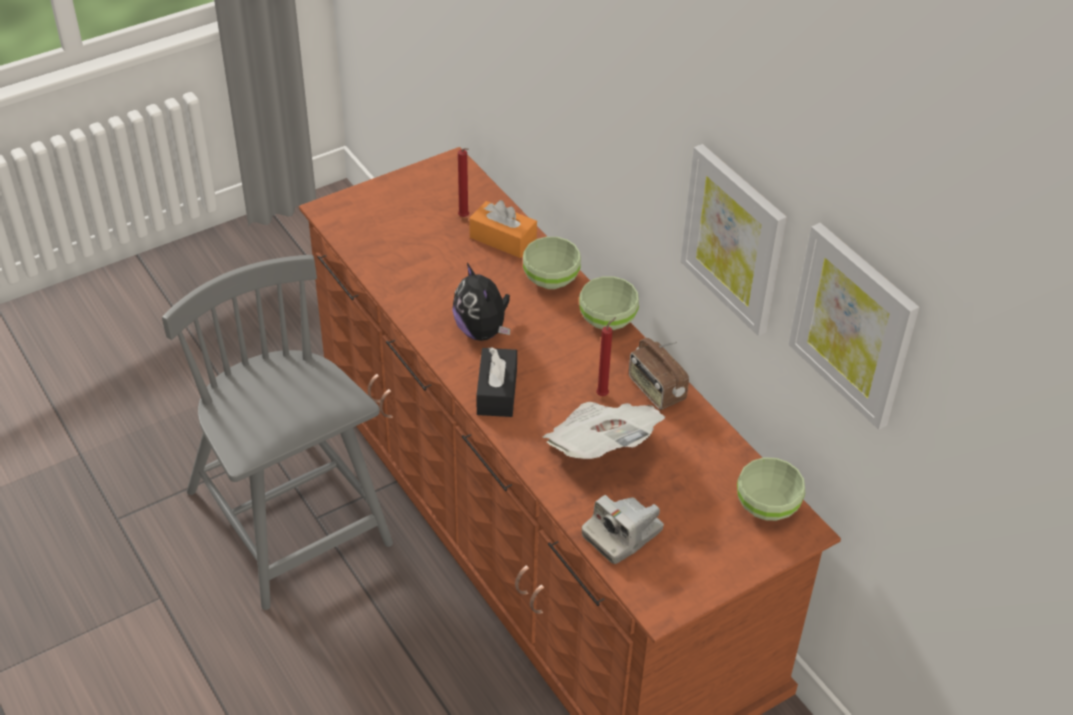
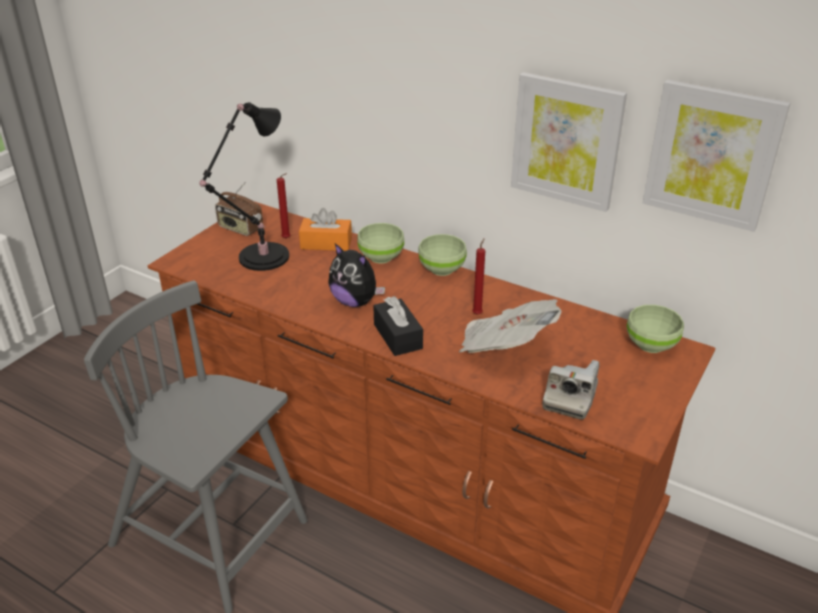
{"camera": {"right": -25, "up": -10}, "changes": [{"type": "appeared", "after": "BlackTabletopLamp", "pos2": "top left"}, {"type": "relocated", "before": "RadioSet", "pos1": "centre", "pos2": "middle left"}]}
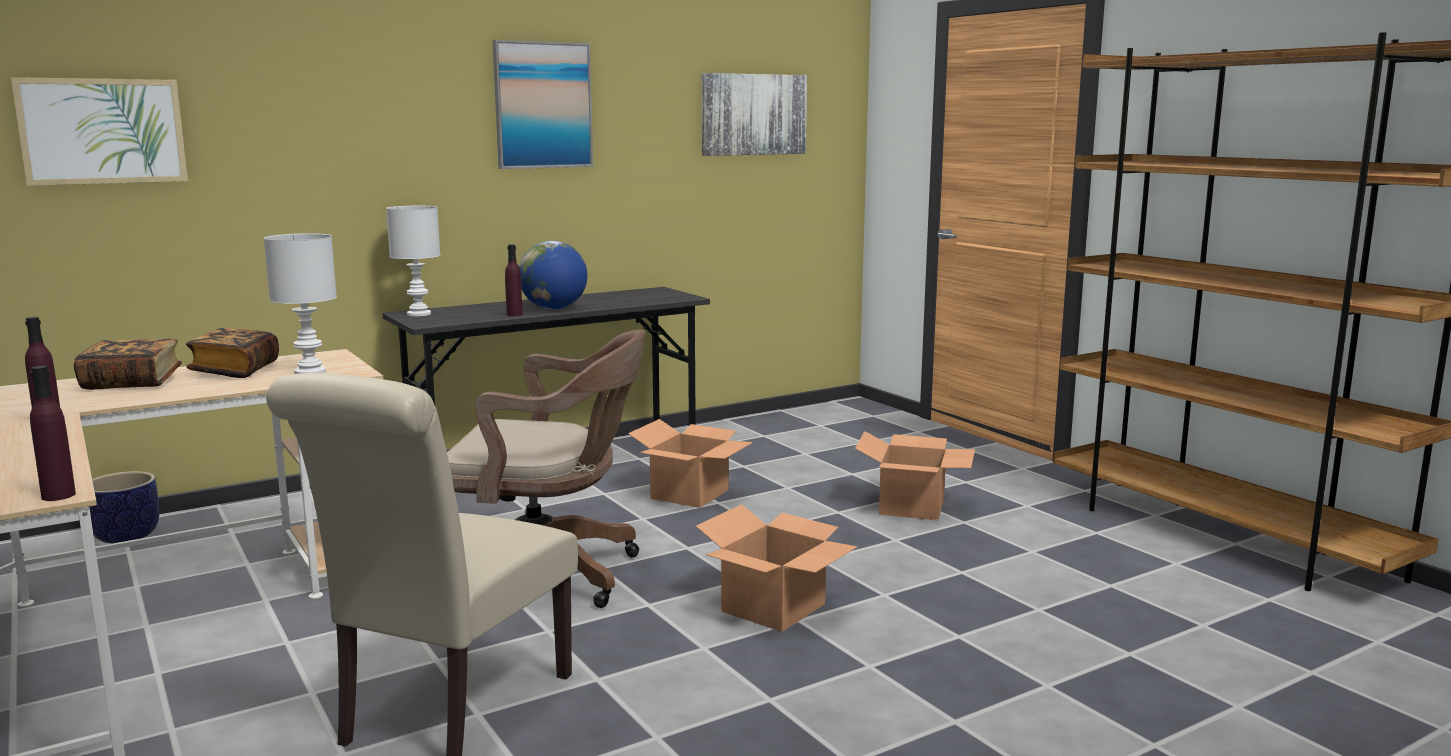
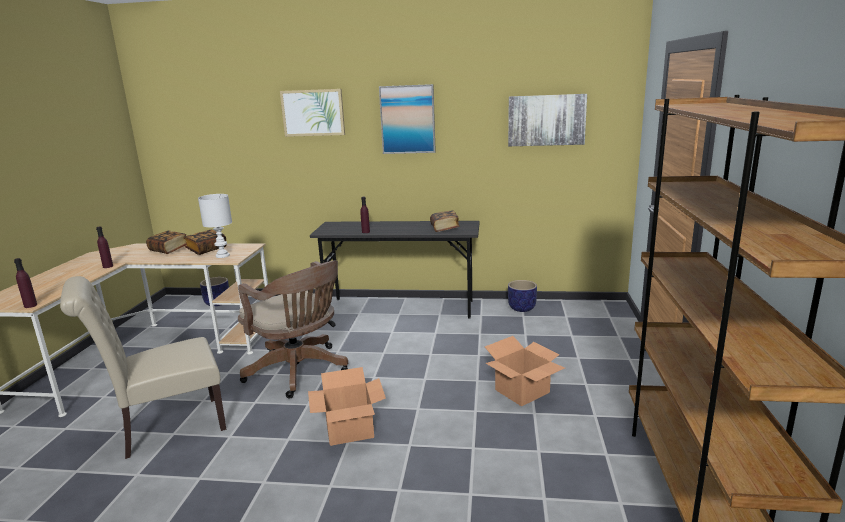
{"camera": {"right": 40, "up": 5}, "changes": [{"type": "relocated", "before": "WallArt (no. 1 from left)", "pos1": "top left", "pos2": "top centre"}, {"type": "appeared", "after": "BoundBook (no. 3 from left)", "pos2": "centre"}, {"type": "appeared", "after": "Planter (no. 2 from left)", "pos2": "centre"}, {"type": "missing", "before": "WhitishTabletopLamp (no. 2 from left)", "pos1": "middle left"}, {"type": "missing", "before": "WorldGlobe", "pos1": "centre"}, {"type": "missing", "before": "PackingBox (no. 1 from left)", "pos1": "centre"}]}
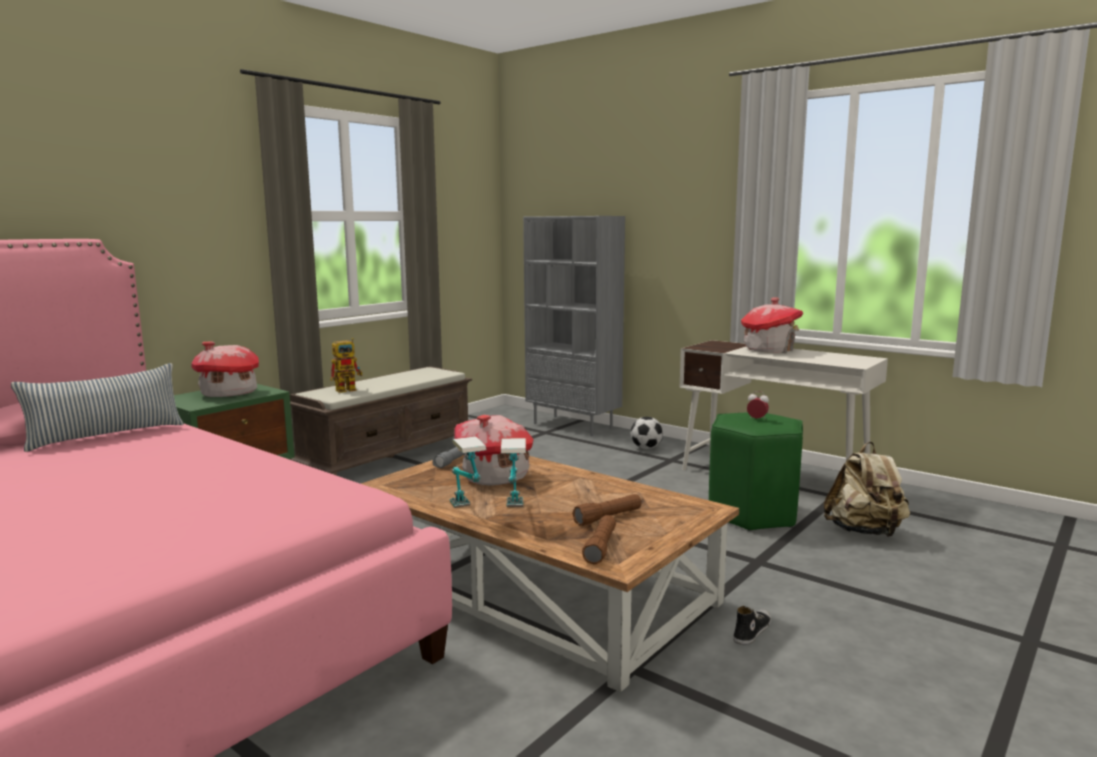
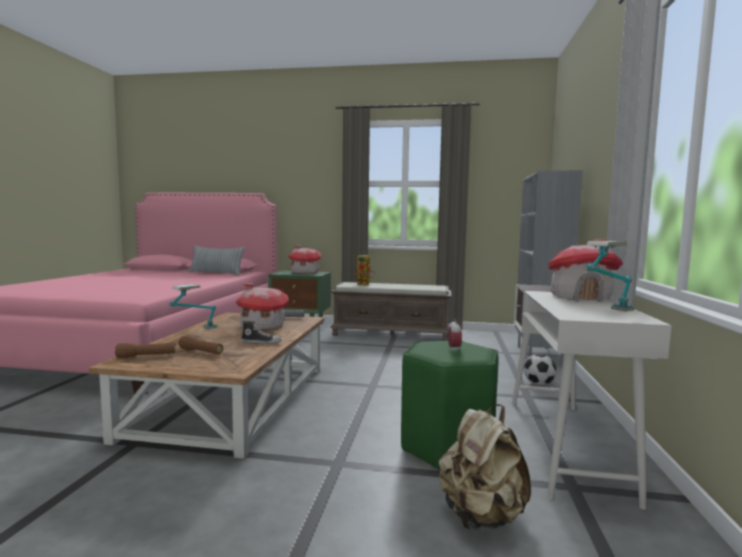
{"camera": {"right": 60, "up": -5}, "changes": [{"type": "relocated", "before": "Shoe", "pos1": "bottom right", "pos2": "centre"}, {"type": "relocated", "before": "TabletopLamp (no. 2 from left)", "pos1": "centre", "pos2": "middle right"}]}
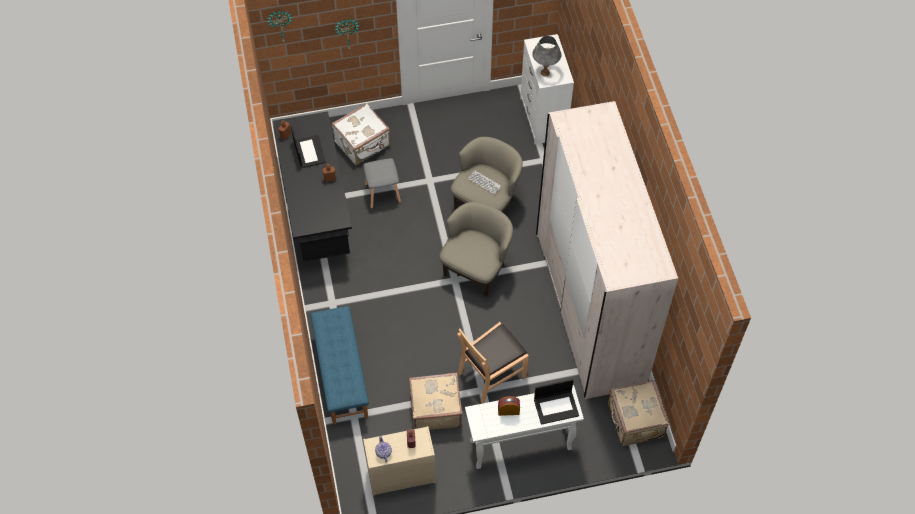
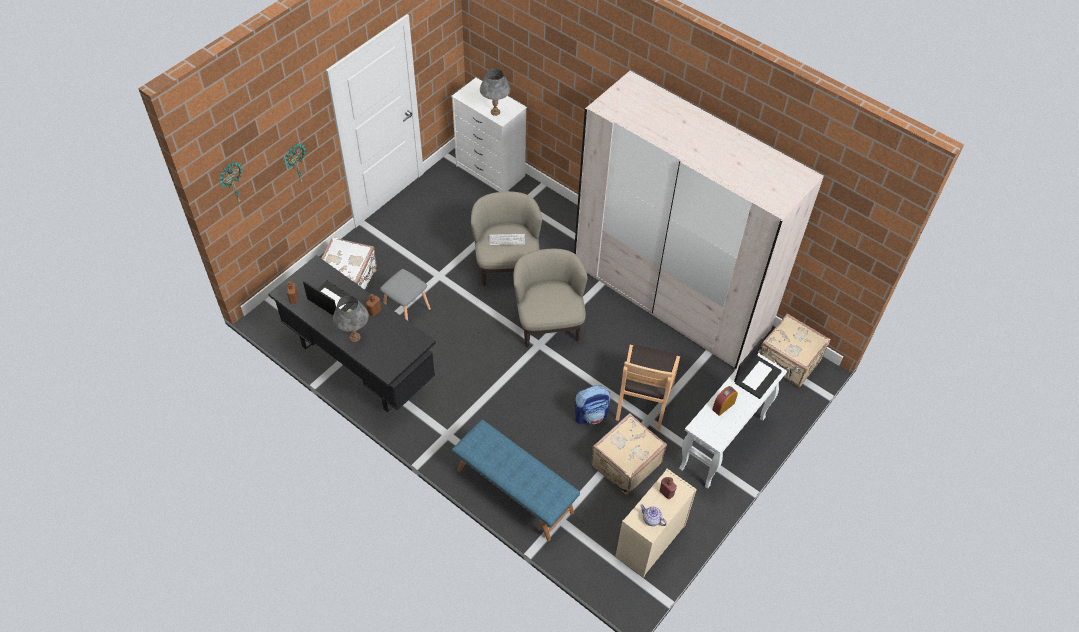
{"camera": {"right": -40, "up": -5}, "changes": [{"type": "appeared", "after": "GreyTabletopLamp (no. 1 from left)", "pos2": "middle left"}, {"type": "appeared", "after": "Backpack", "pos2": "centre"}]}
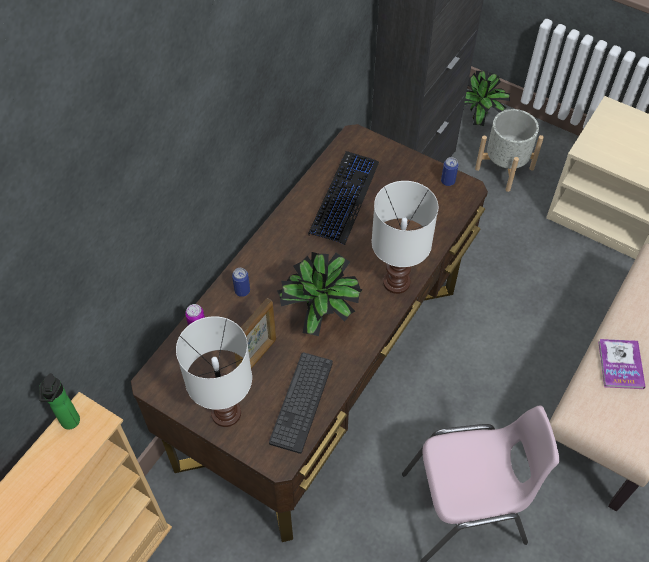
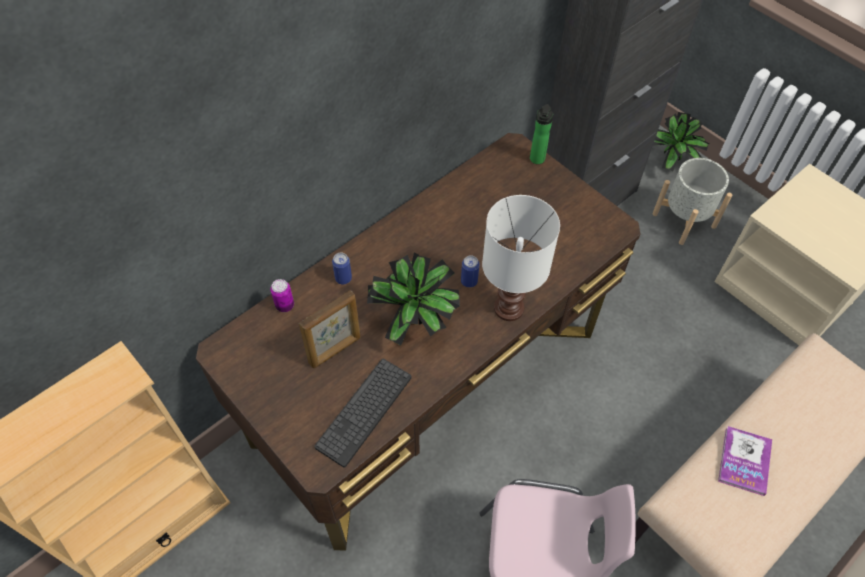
{"camera": {"right": 15, "up": 0}, "changes": [{"type": "relocated", "before": "SealedCan (no. 3 from left)", "pos1": "top right", "pos2": "centre"}, {"type": "relocated", "before": "BeverageBottle", "pos1": "bottom left", "pos2": "top centre"}, {"type": "missing", "before": "WhitishTabletopLamp (no. 1 from left)", "pos1": "middle left"}, {"type": "missing", "before": "ComputerKeyboard (no. 2 from left)", "pos1": "centre"}]}
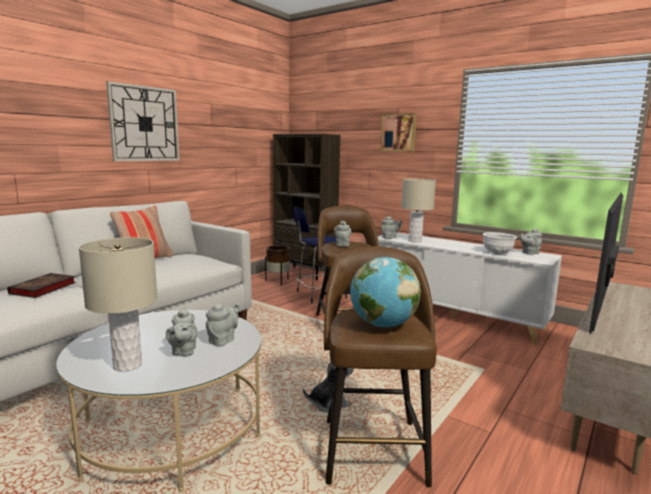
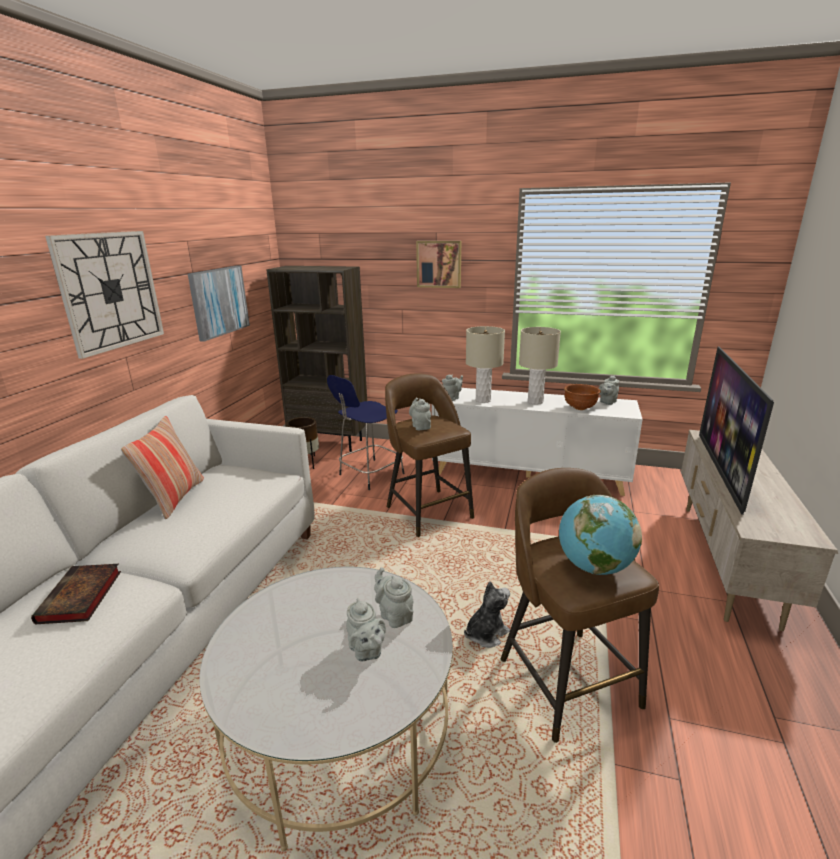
{"camera": {"right": -20, "up": 10}, "changes": [{"type": "appeared", "after": "WallArt (no. 1 from left)", "pos2": "middle left"}, {"type": "spun", "before": "GreyPotForTea (no. 2 from left)", "pos1": "centre", "pos2": "bottom centre", "turn": -45}, {"type": "relocated", "before": "SandColouredTabletopLamp (no. 1 from left in the first image)", "after": "SandColouredTabletopLamp (no. 2 from left)", "pos1": "middle left", "pos2": "centre"}, {"type": "colour", "before": "WhitishServingBowl", "after": "BrownishServingBowl", "pos1": "middle right", "pos2": "middle right"}]}
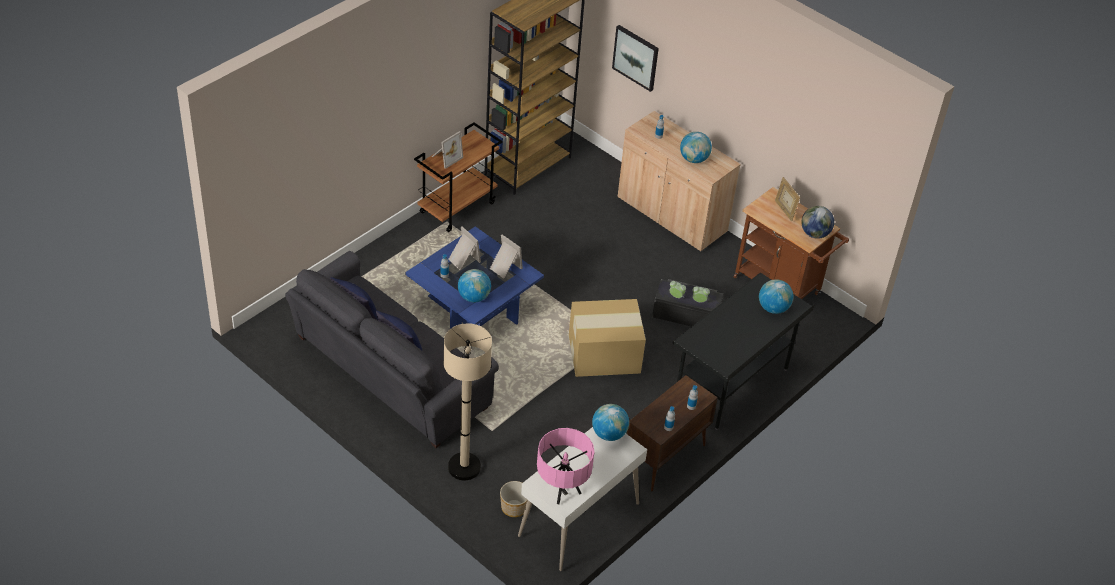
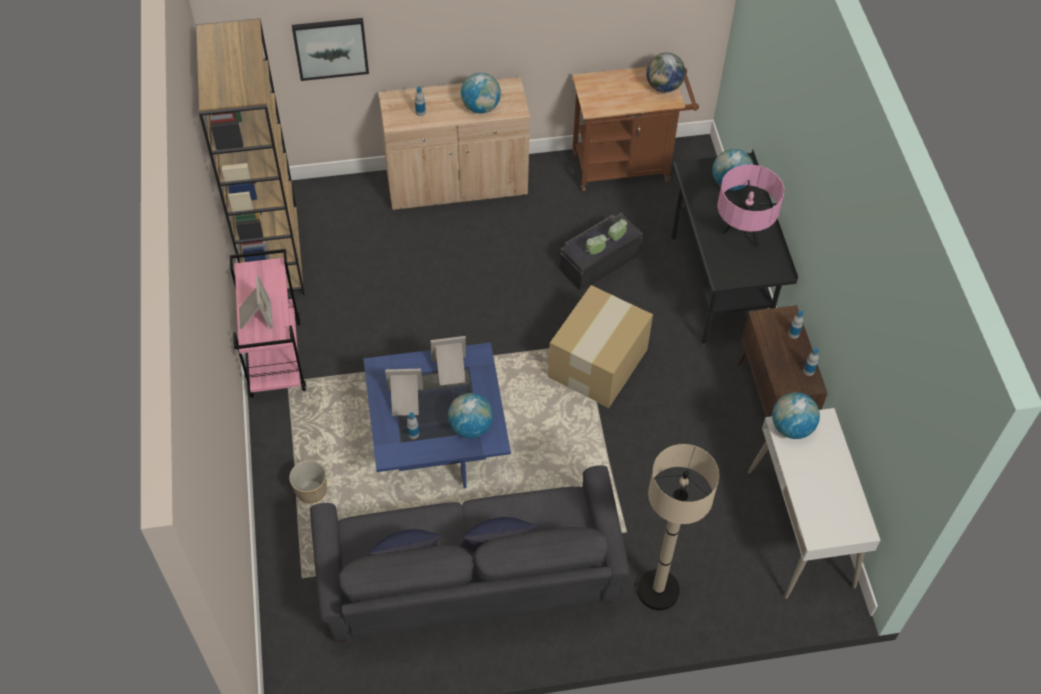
{"camera": {"right": -50, "up": 10}, "changes": [{"type": "colour", "before": "BrownishTrolley (no. 1 from left)", "after": "PinkTrolley", "pos1": "top centre", "pos2": "middle left"}, {"type": "relocated", "before": "Planter", "pos1": "bottom centre", "pos2": "bottom left"}, {"type": "relocated", "before": "PinkTabletopLamp", "pos1": "bottom centre", "pos2": "top right"}, {"type": "missing", "before": "PictureFrame (no. 4 from left)", "pos1": "middle right"}]}
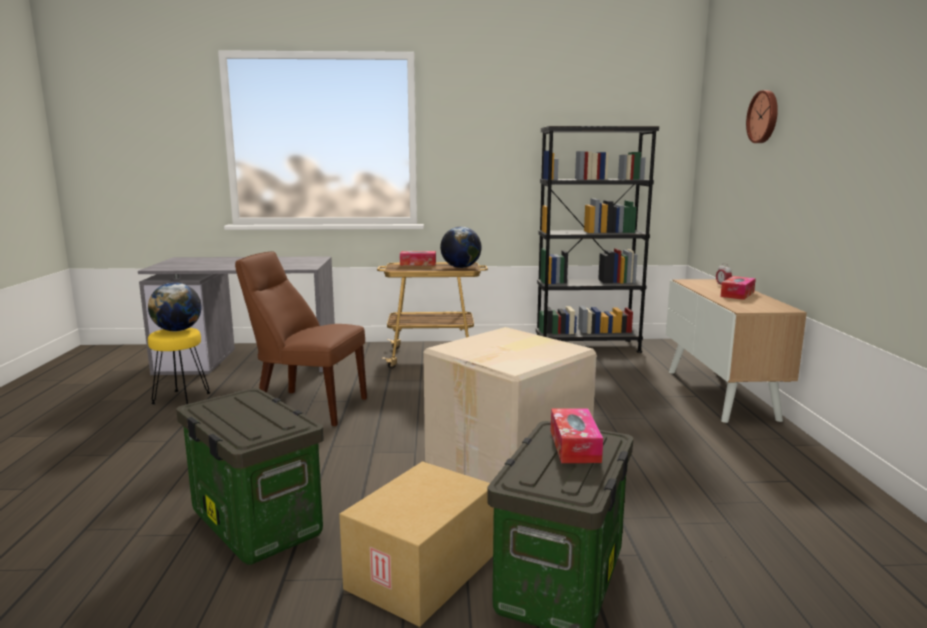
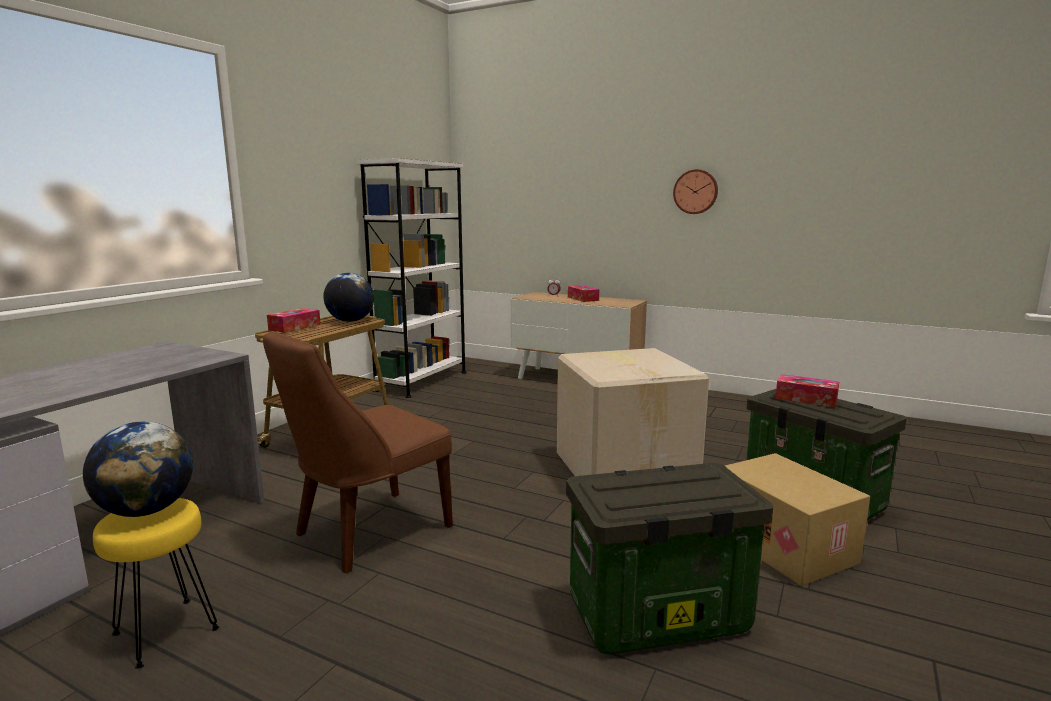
{"camera": {"right": -60, "up": 0}, "changes": [{"type": "colour", "before": "BlackBookshelf", "after": "WhitishBookshelf", "pos1": "centre", "pos2": "centre"}, {"type": "relocated", "before": "HangingClock", "pos1": "top right", "pos2": "top centre"}]}
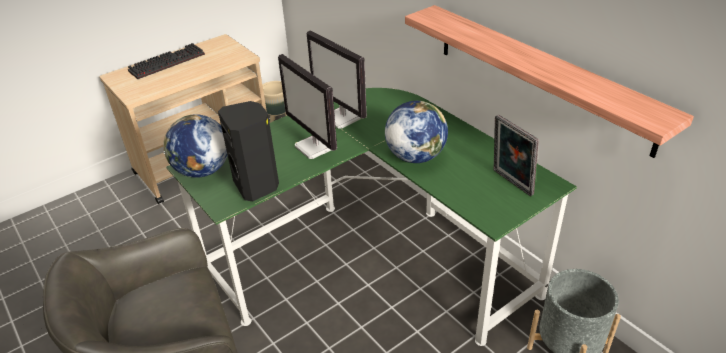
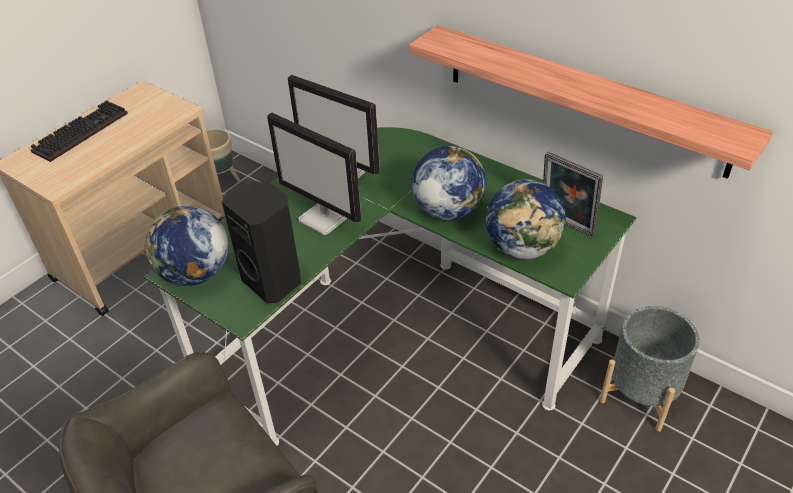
{"camera": {"right": -15, "up": 5}, "changes": [{"type": "appeared", "after": "WorldGlobe (no. 3 from left)", "pos2": "centre"}]}
